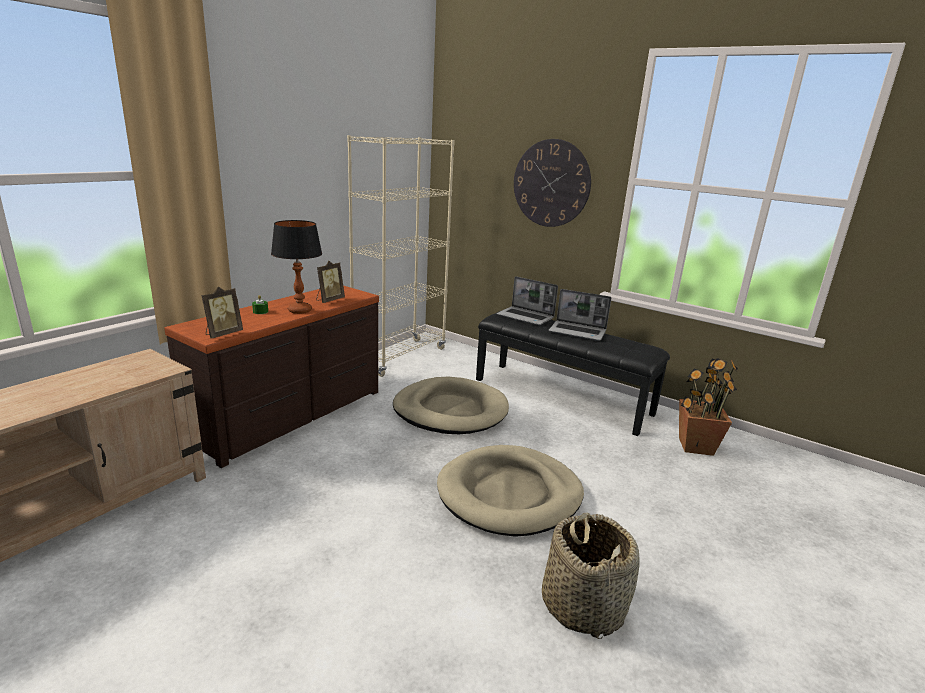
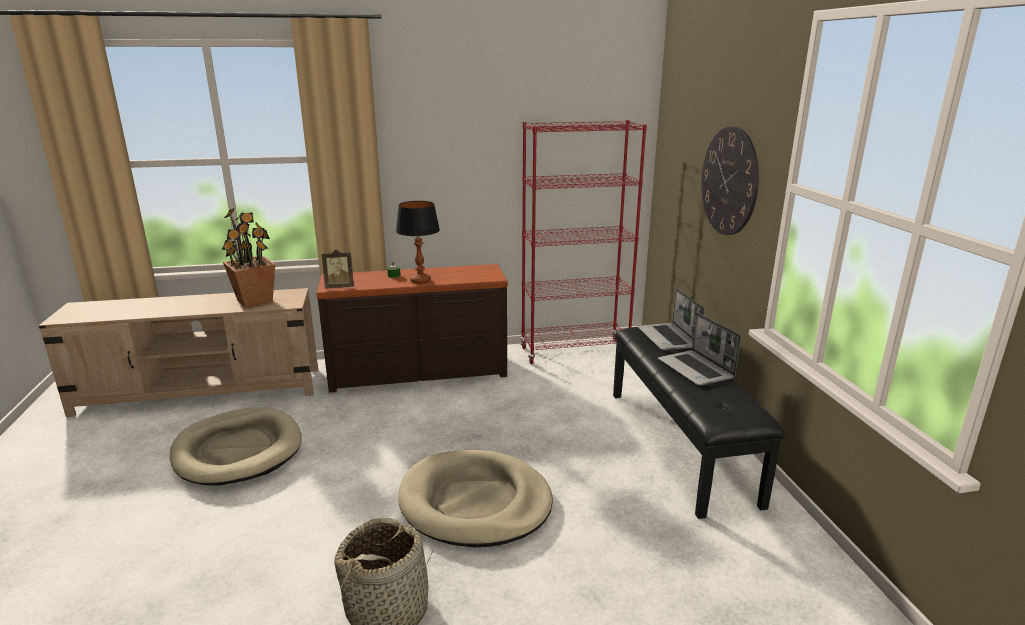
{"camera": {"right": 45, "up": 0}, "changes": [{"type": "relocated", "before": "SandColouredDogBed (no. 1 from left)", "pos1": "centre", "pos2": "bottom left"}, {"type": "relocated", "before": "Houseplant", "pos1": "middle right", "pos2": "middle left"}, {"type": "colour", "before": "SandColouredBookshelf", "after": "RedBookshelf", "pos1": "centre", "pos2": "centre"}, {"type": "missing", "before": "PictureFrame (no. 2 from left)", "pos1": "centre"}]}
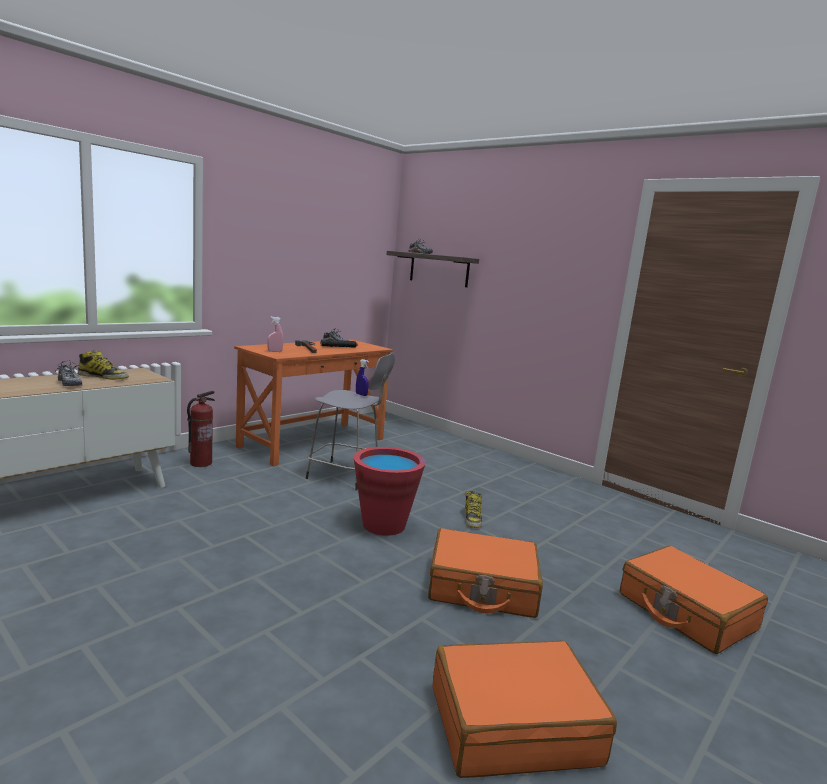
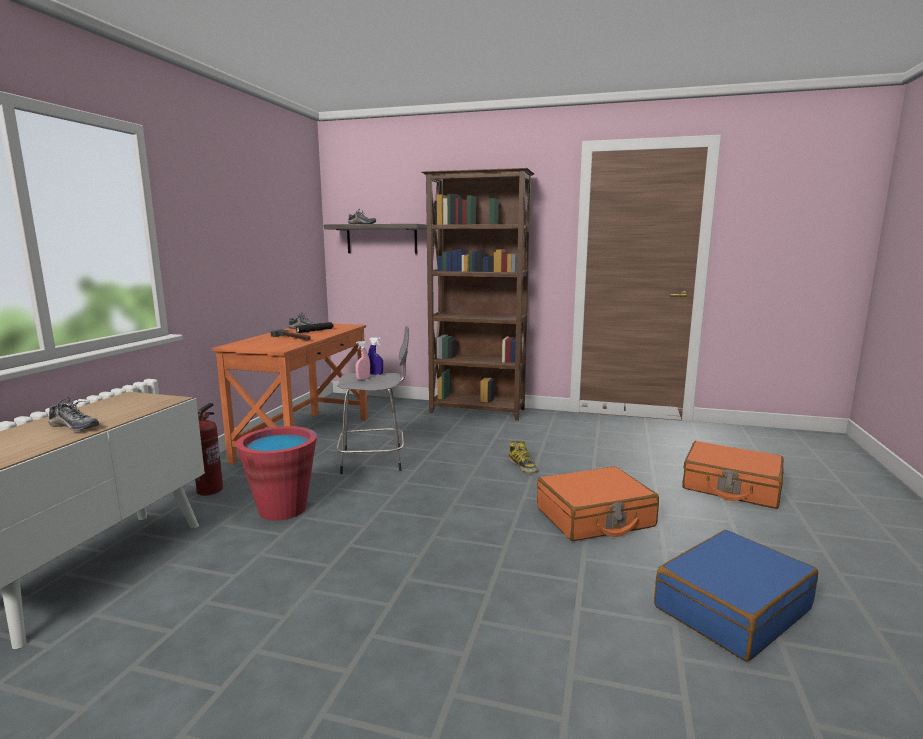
{"camera": {"right": -25, "up": 0}, "changes": [{"type": "relocated", "before": "RedWaterBucket", "pos1": "centre", "pos2": "middle left"}, {"type": "relocated", "before": "PinkSprayer", "pos1": "middle left", "pos2": "centre"}, {"type": "appeared", "after": "BrownishBookshelf", "pos2": "centre"}, {"type": "colour", "before": "OrangeySuitcase (no. 2 from left)", "after": "BlueSuitcase", "pos1": "bottom centre", "pos2": "bottom right"}, {"type": "missing", "before": "TallBoot (no. 1 from left)", "pos1": "middle left"}]}
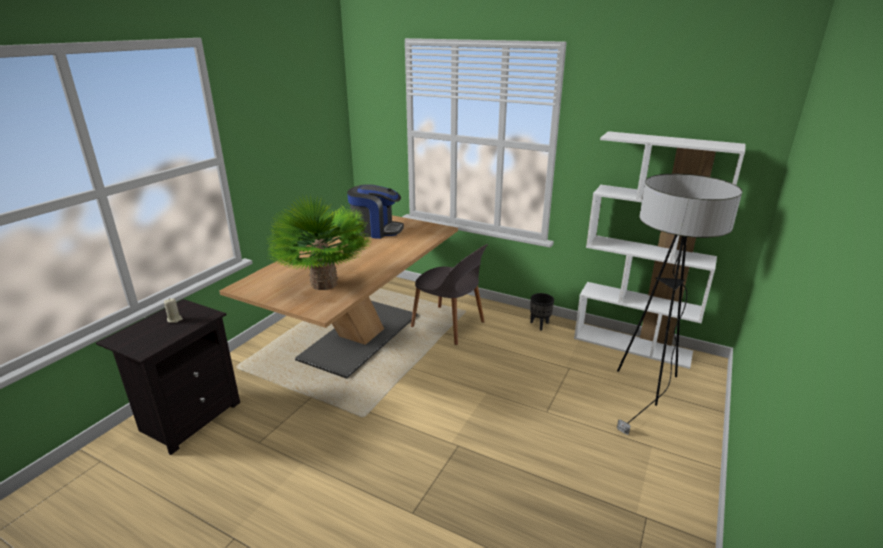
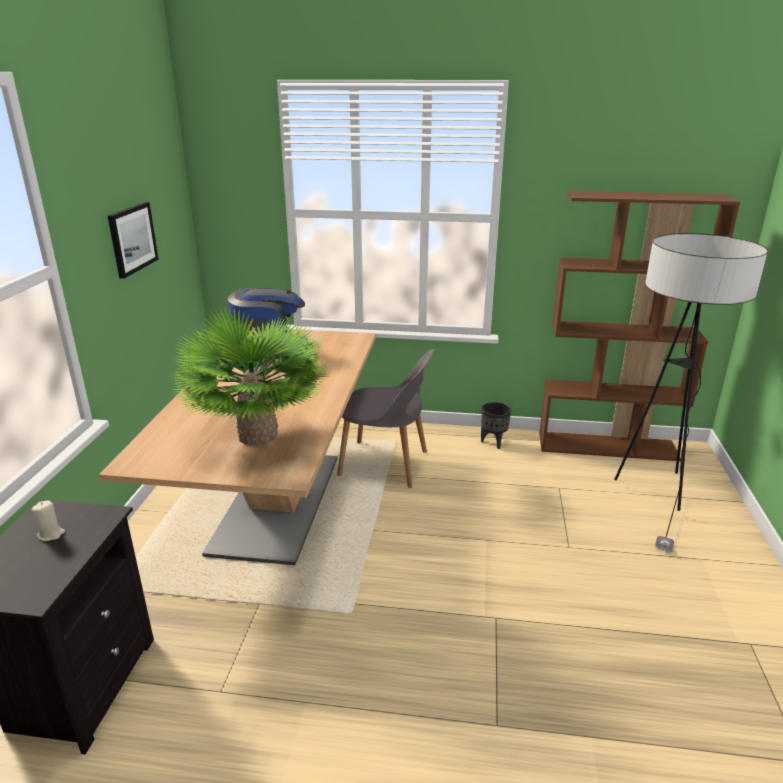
{"camera": {"right": -20, "up": 0}, "changes": [{"type": "appeared", "after": "WallArt", "pos2": "top left"}, {"type": "colour", "before": "WhitishBookshelf", "after": "BrownishBookshelf", "pos1": "middle right", "pos2": "middle right"}]}
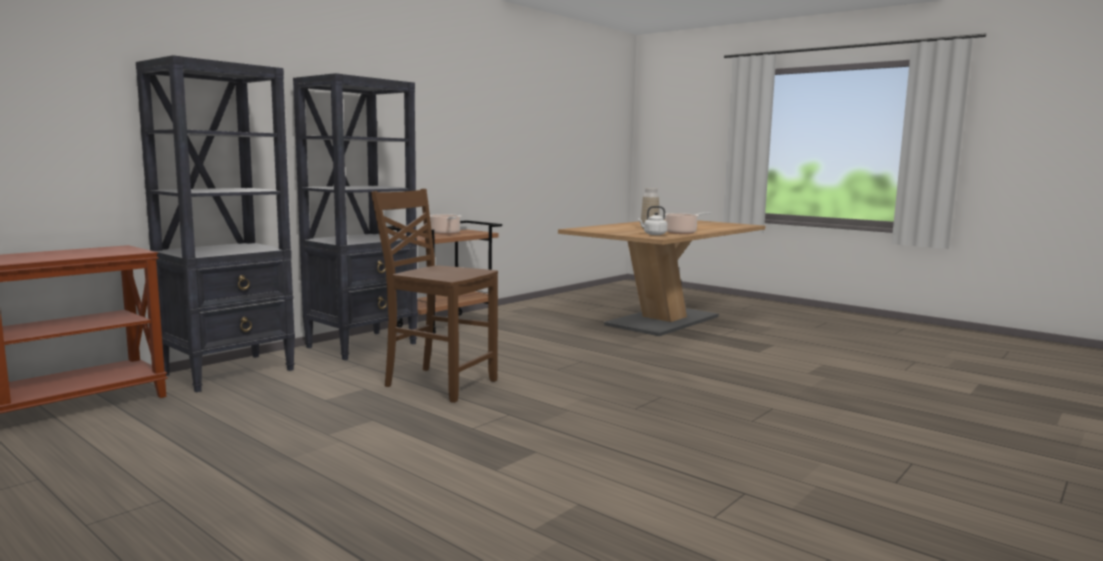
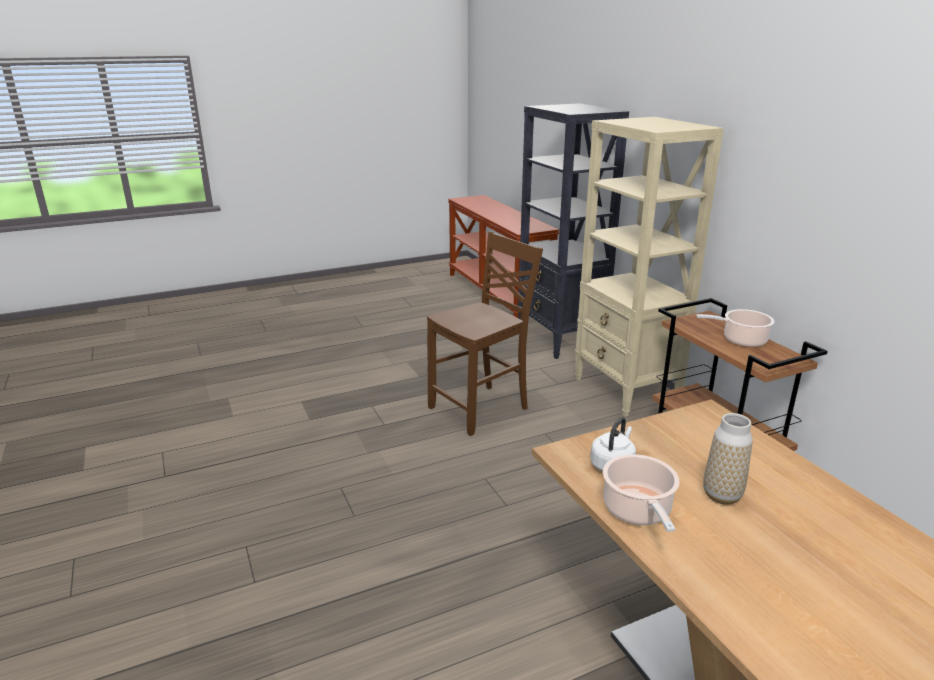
{"camera": {"right": 115, "up": 15}, "changes": [{"type": "colour", "before": "BlackBookshelf (no. 2 from left)", "after": "SandColouredBookshelf", "pos1": "middle left", "pos2": "middle right"}]}
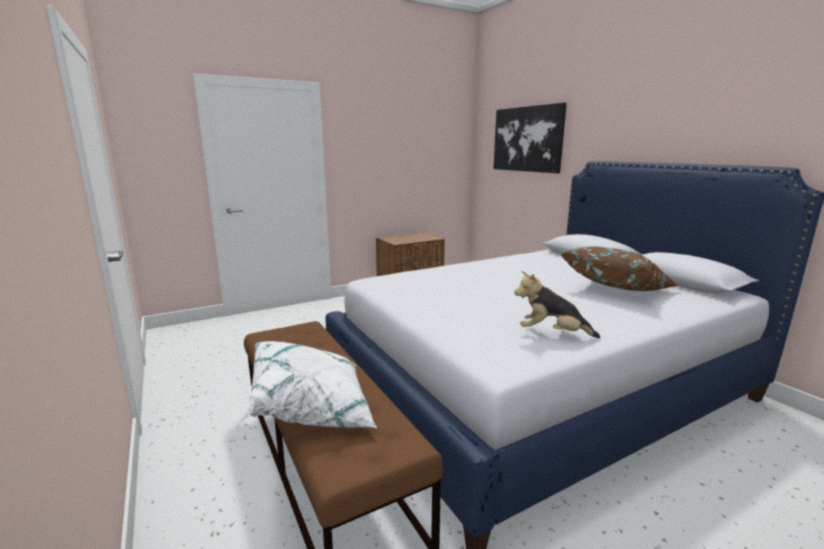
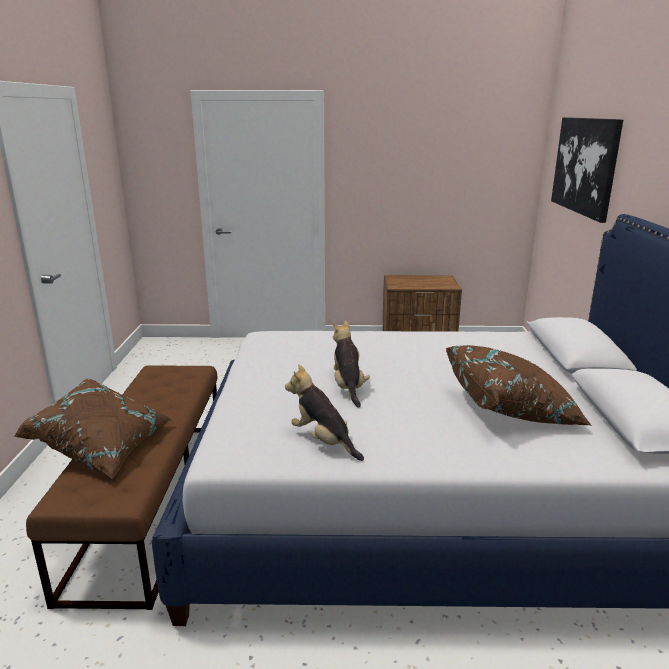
{"camera": {"right": 30, "up": 5}, "changes": [{"type": "colour", "before": "WhitishPillow", "after": "BrownishPillow (no. 1 from left)", "pos1": "bottom centre", "pos2": "middle left"}, {"type": "appeared", "after": "CuddlyToy (no. 2 from left)", "pos2": "centre"}]}
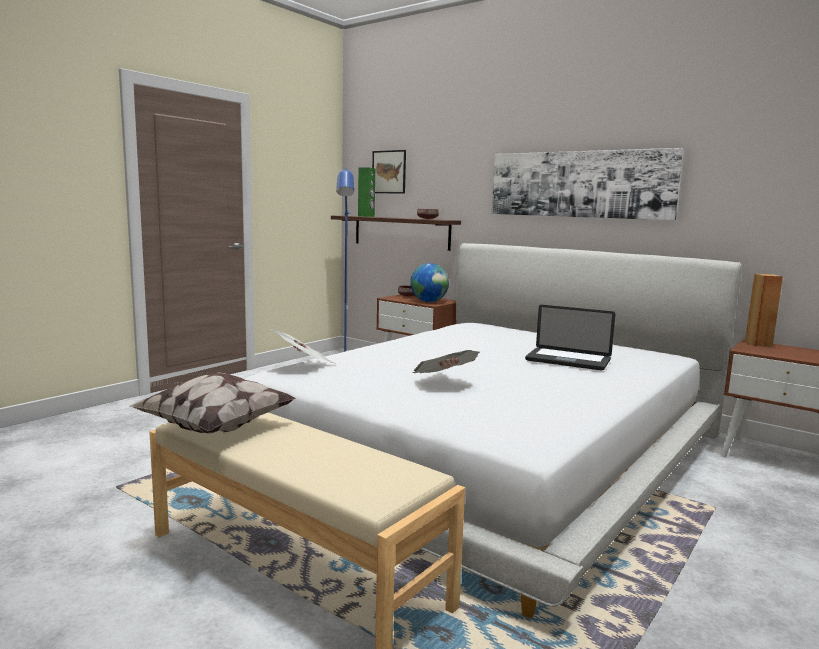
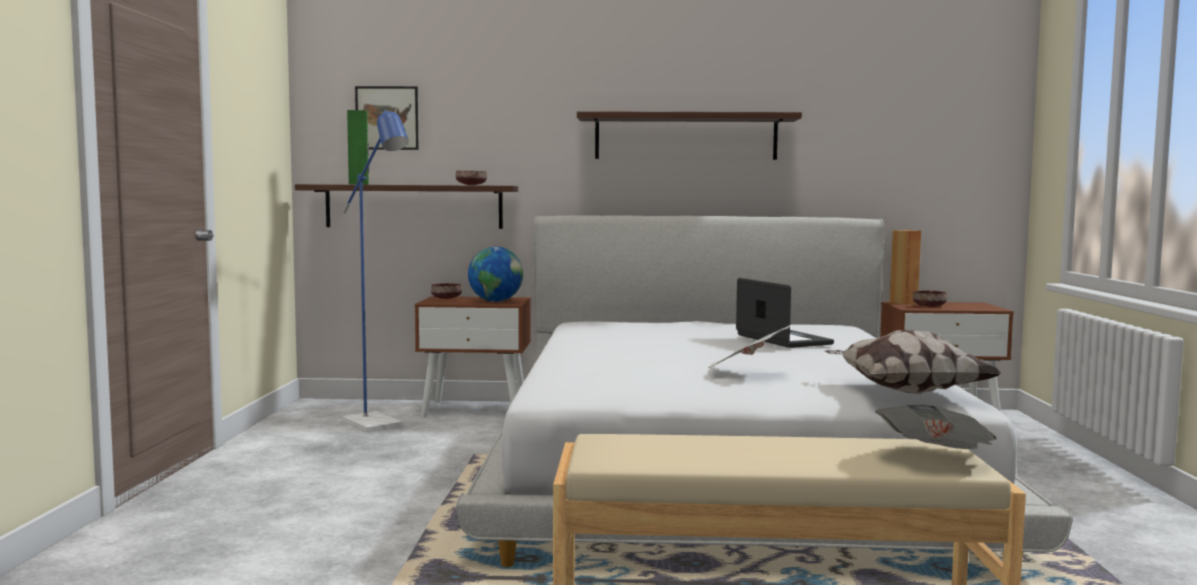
{"camera": {"right": -35, "up": -5}, "changes": [{"type": "exchanged", "before": "WallArt (no. 2 from left)", "after": "WallShelf (no. 2 from left)", "pos1": "top right", "pos2": "top centre"}, {"type": "spun", "before": "PortableComputer", "pos1": "middle right", "pos2": "centre", "turn": -105}, {"type": "relocated", "before": "Pillow", "pos1": "middle left", "pos2": "middle right"}, {"type": "relocated", "before": "Newspaper (no. 1 from left in the first image)", "after": "Newspaper (no. 2 from left)", "pos1": "centre", "pos2": "bottom right"}, {"type": "appeared", "after": "BrownishServingBowl (no. 3 from left)", "pos2": "middle right"}]}
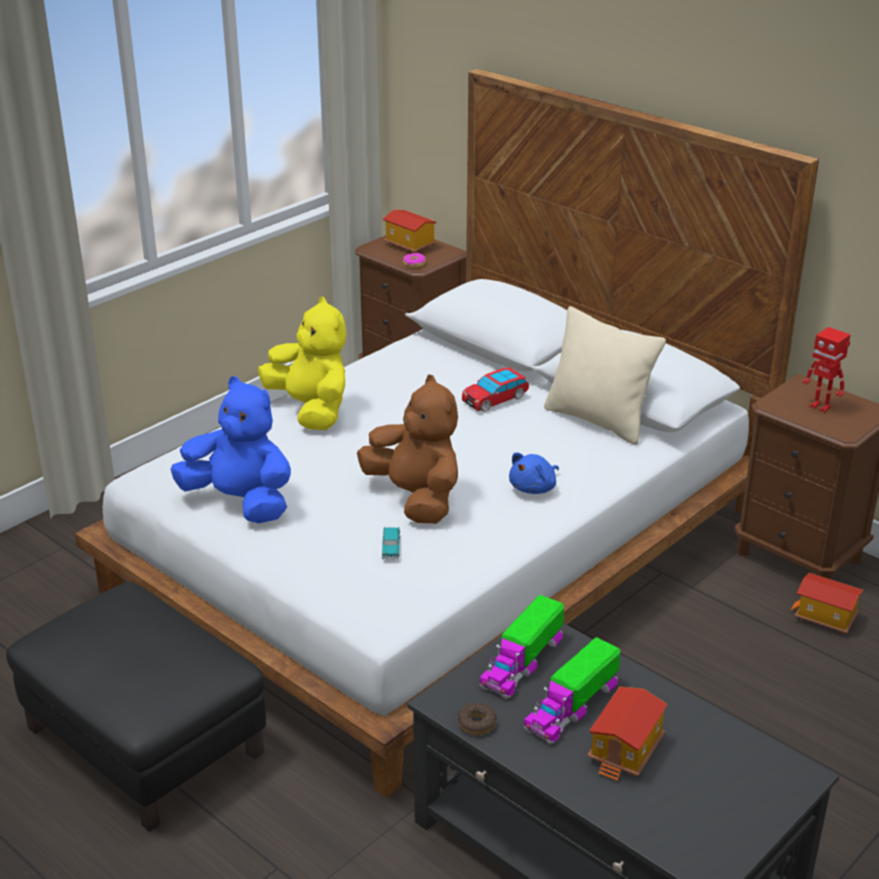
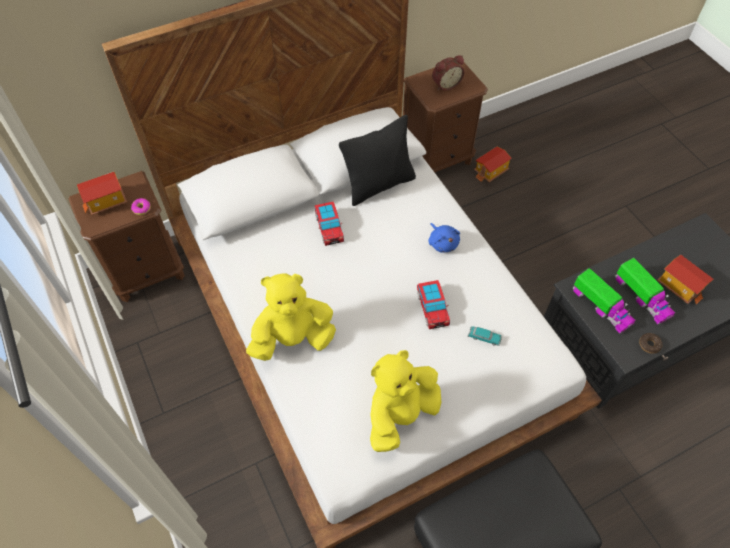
{"camera": {"right": -70, "up": 25}, "changes": [{"type": "colour", "before": "SandColouredPillow", "after": "BlackPillow", "pos1": "middle right", "pos2": "top centre"}, {"type": "colour", "before": "BlueCuddlyToy (no. 1 from left)", "after": "YellowColouredCuddlyToy (no. 2 from left)", "pos1": "middle left", "pos2": "bottom centre"}, {"type": "exchanged", "before": "BrownishCuddlyToy", "after": "ModelCar (no. 2 from left)", "pos1": "centre", "pos2": "centre"}, {"type": "exchanged", "before": "RobotFigure", "after": "TableClock", "pos1": "middle right", "pos2": "top centre"}]}
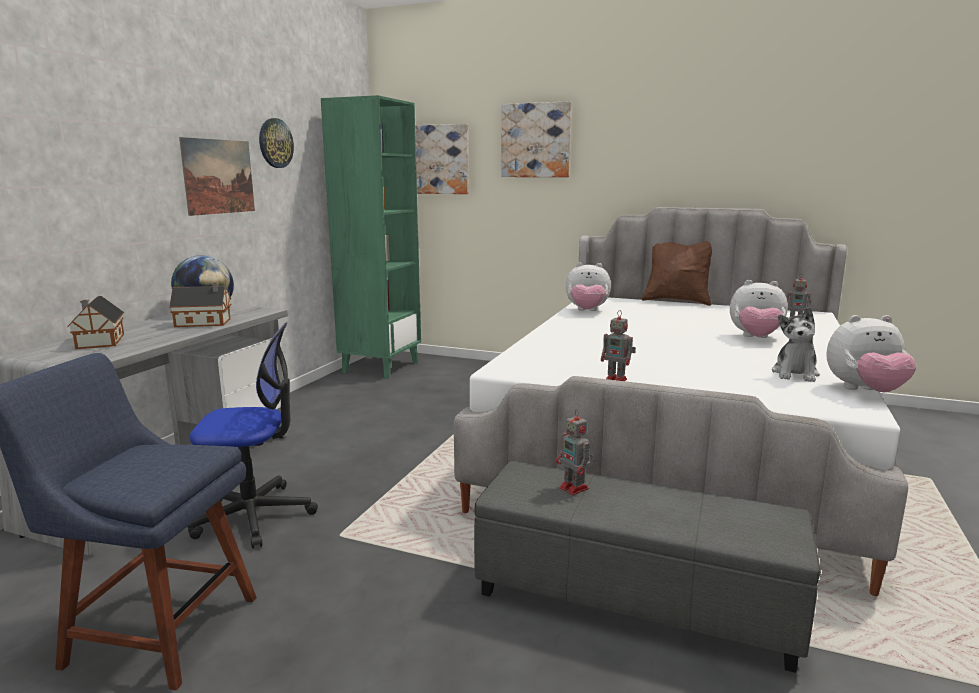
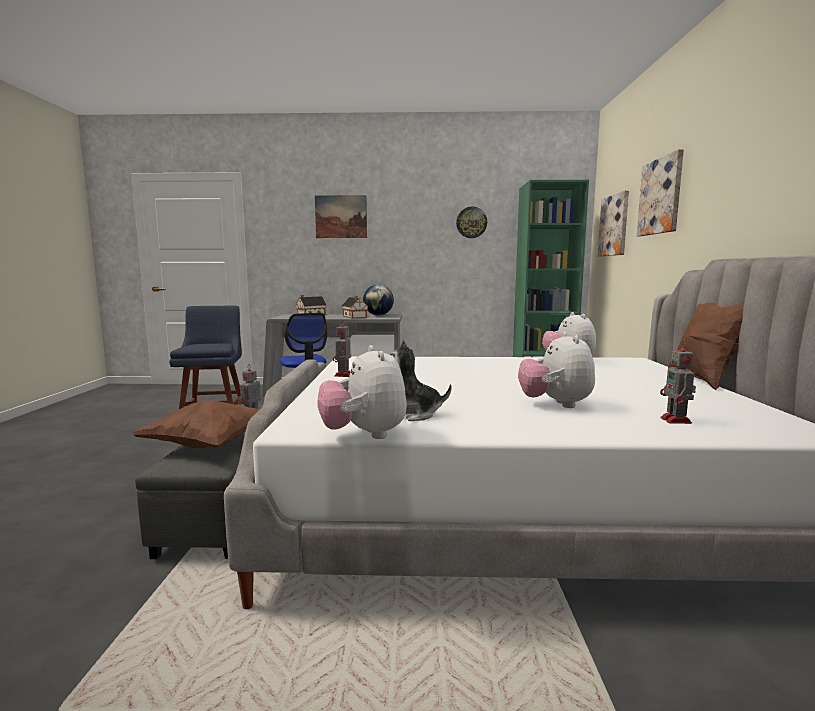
{"camera": {"right": 70, "up": -5}, "changes": [{"type": "appeared", "after": "BrownishPillow (no. 1 from left)", "pos2": "middle left"}, {"type": "relocated", "before": "WallArt (no. 1 from left)", "pos1": "top left", "pos2": "top centre"}]}
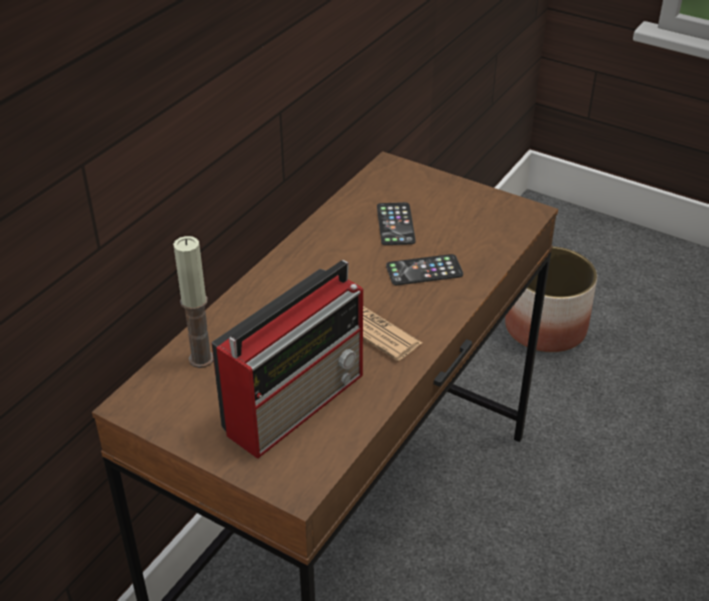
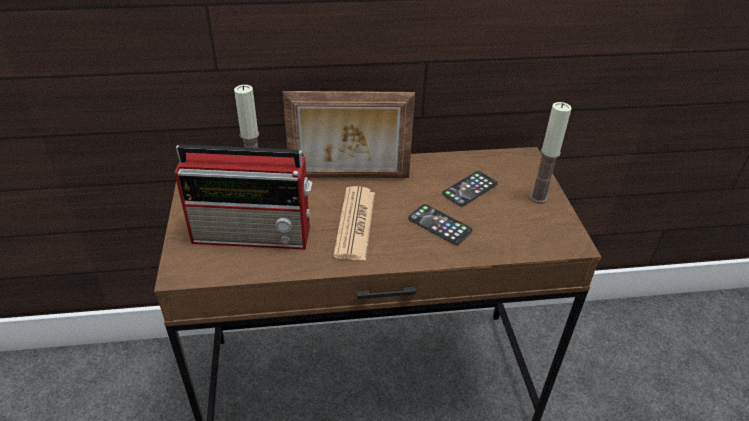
{"camera": {"right": 50, "up": 0}, "changes": [{"type": "appeared", "after": "PictureFrame", "pos2": "top centre"}, {"type": "appeared", "after": "WaxLight (no. 2 from left)", "pos2": "middle right"}, {"type": "missing", "before": "Planter", "pos1": "middle right"}]}
